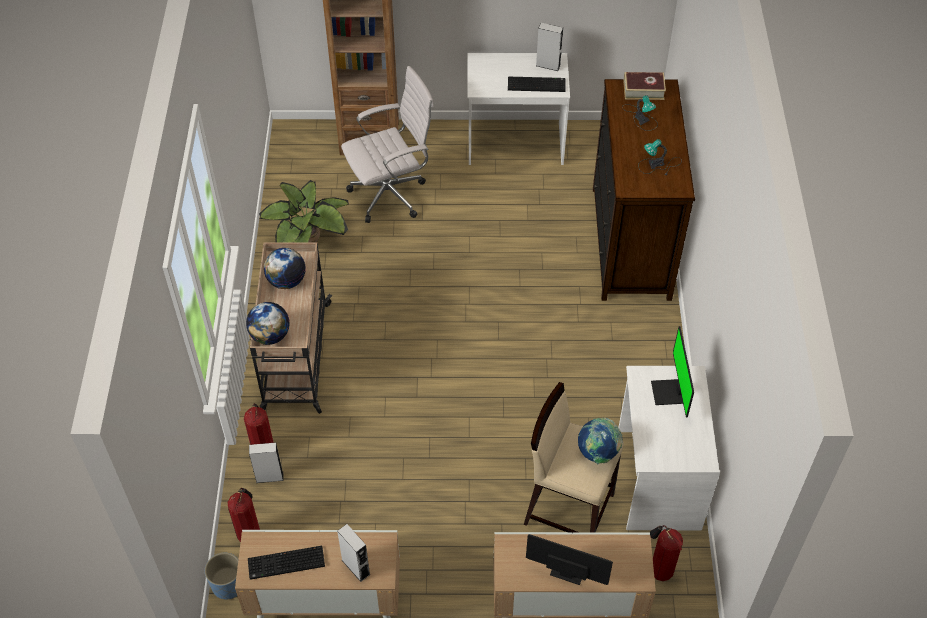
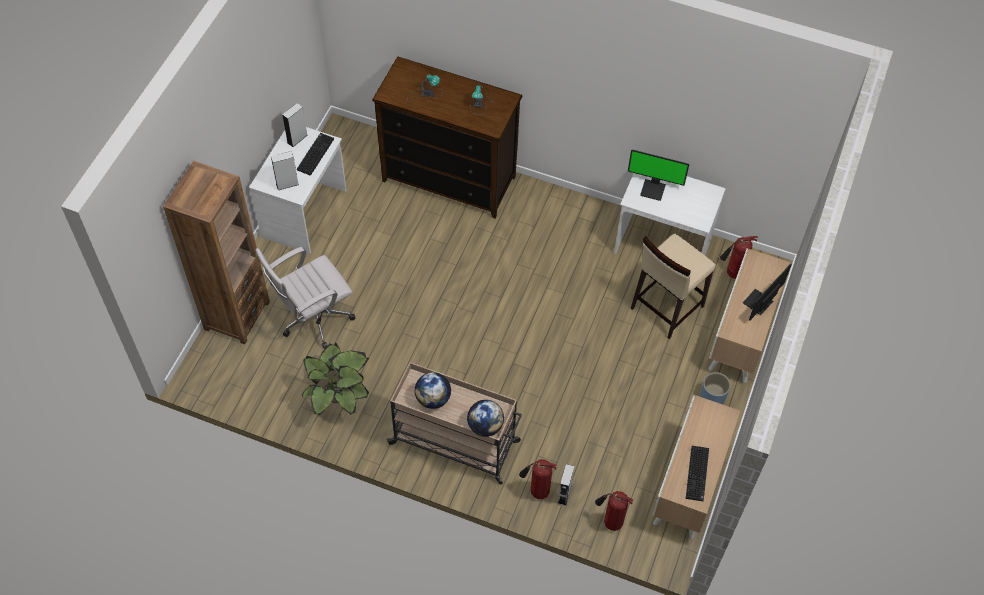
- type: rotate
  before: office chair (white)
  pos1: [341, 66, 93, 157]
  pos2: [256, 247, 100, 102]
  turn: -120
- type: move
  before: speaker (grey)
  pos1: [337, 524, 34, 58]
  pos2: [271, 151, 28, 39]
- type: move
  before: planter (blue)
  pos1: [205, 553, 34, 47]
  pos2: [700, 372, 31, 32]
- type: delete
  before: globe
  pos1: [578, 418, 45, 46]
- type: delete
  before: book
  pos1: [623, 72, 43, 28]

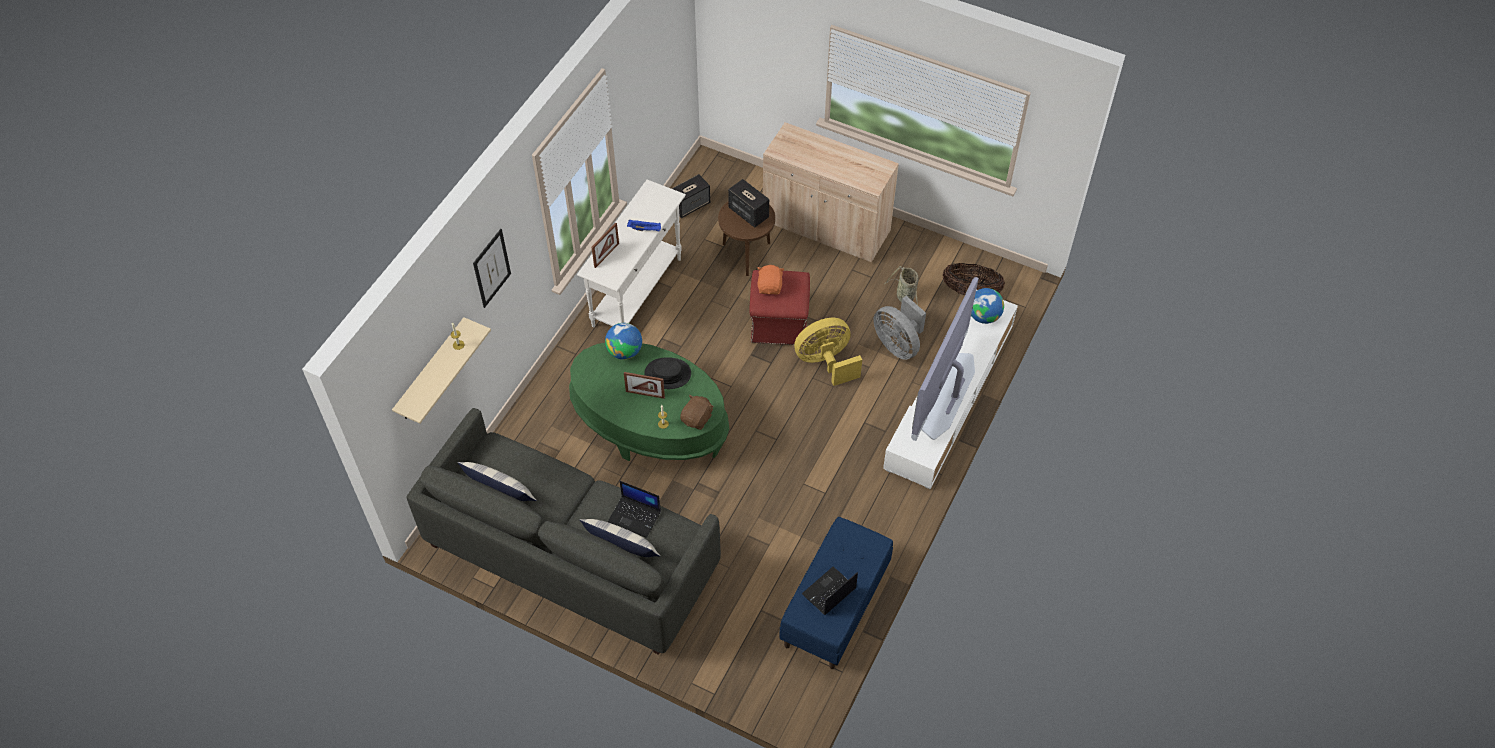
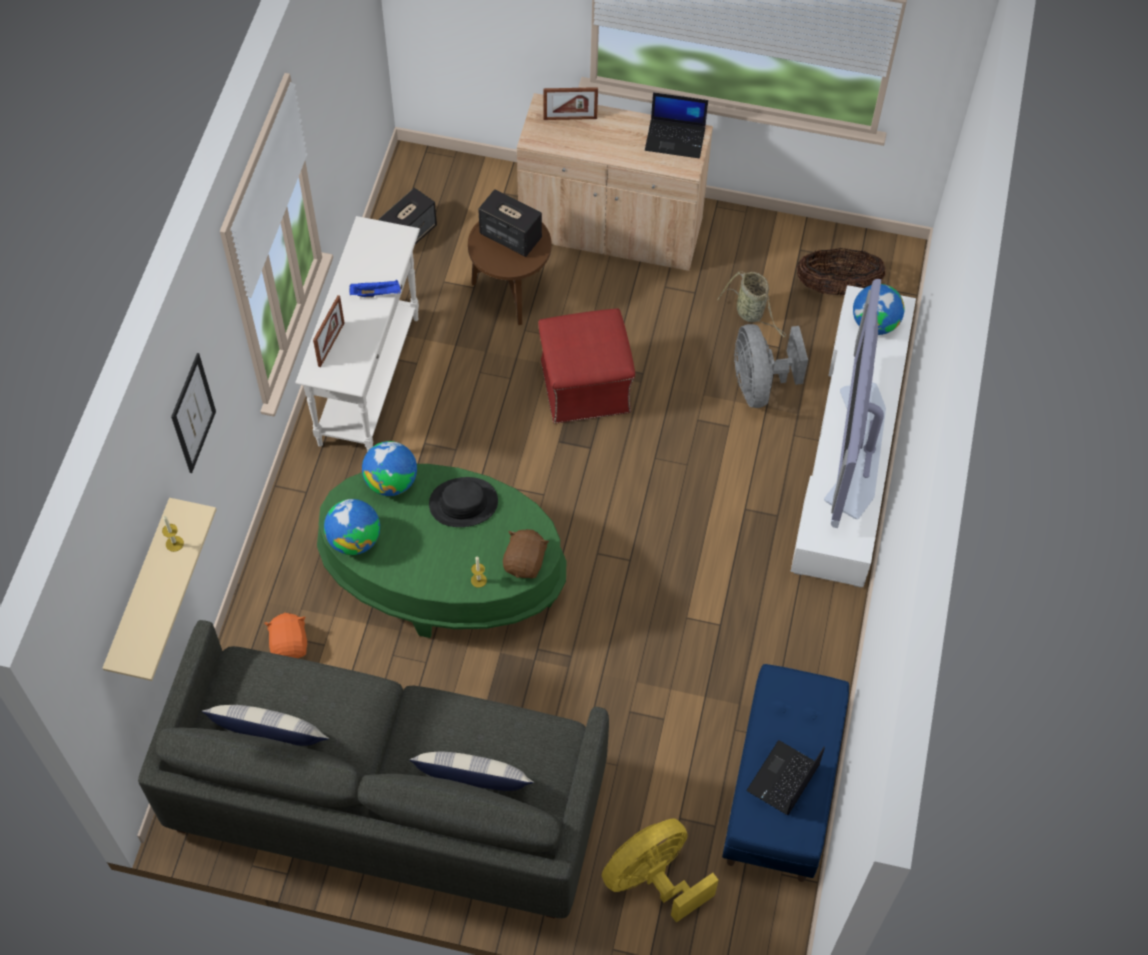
- type: move
  before: plush toy (orange)
  pos1: [757, 265, 27, 30]
  pos2: [264, 613, 43, 45]
- type: insert
  after: globe
  pos2: [324, 499, 56, 56]
- type: move
  before: picture frame
  pos1: [624, 372, 41, 27]
  pos2: [543, 87, 55, 33]
- type: move
  before: fan (yellow)
  pos1: [794, 318, 68, 68]
  pos2: [602, 818, 117, 105]
- type: move
  before: laptop
  pos1: [608, 481, 53, 57]
  pos2: [645, 92, 63, 67]
- type: rotate
  before: fan (grey)
  pos1: [873, 296, 53, 64]
  pos2: [734, 324, 74, 84]
  turn: 45

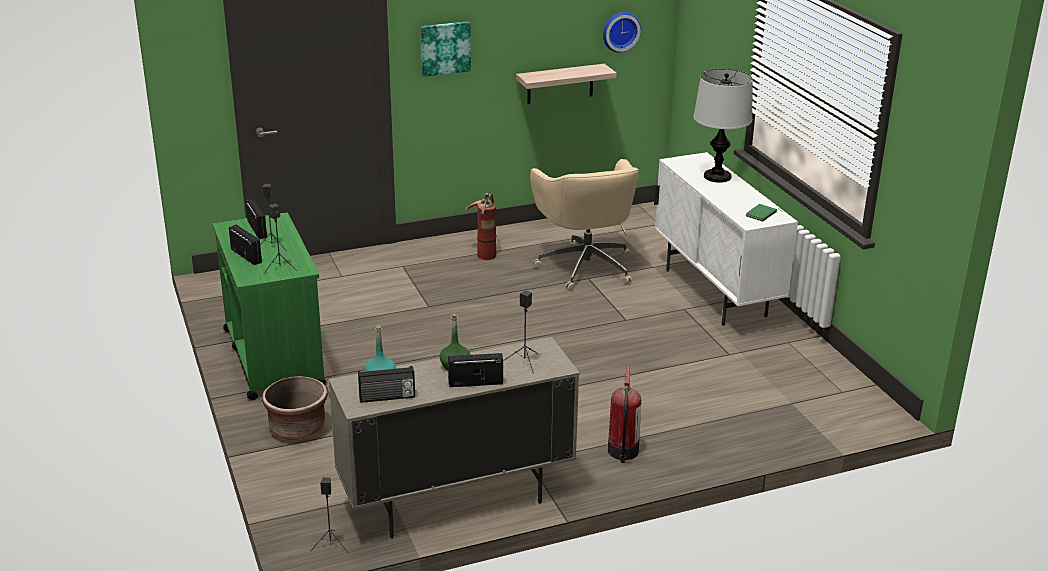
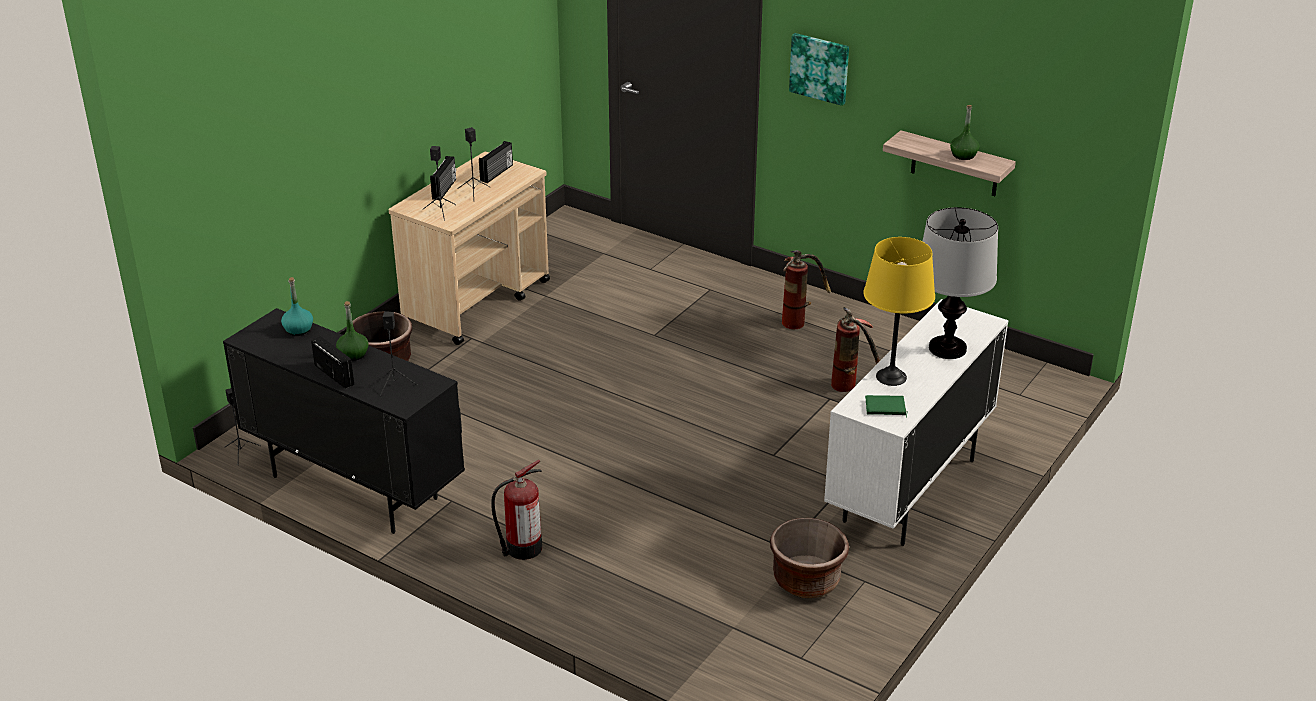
- type: recolor
  before: cabinet (beige)
  after: cabinet (black)
  pos1: [329, 337, 251, 201]
  pos2: [223, 308, 242, 226]
- type: recolor
  before: cart (green)
  after: cart (beige)
  pos1: [213, 212, 113, 188]
  pos2: [389, 152, 161, 193]
- type: insert
  after: planter (brown)
  pos2: [770, 518, 79, 80]
- type: replace
  before: office chair (beige)
  after: fire extinguisher
  pos1: [530, 159, 109, 132]
  pos2: [831, 307, 49, 85]
- type: insert
  after: table lamp (yellow)
  pos2: [863, 237, 72, 149]
- type: insert
  after: bottle (green)
  pos2: [950, 105, 29, 55]
- type: delete
  before: radio
  pos1: [358, 366, 57, 37]
- type: delete
  before: wall clock
  pos1: [603, 12, 38, 40]

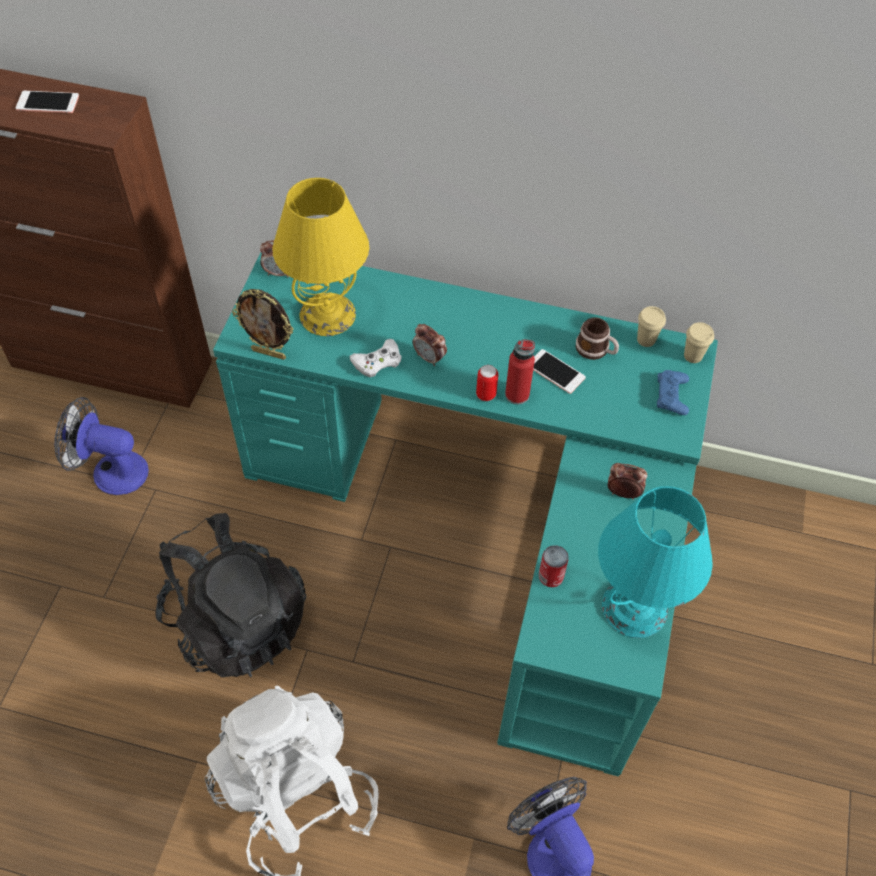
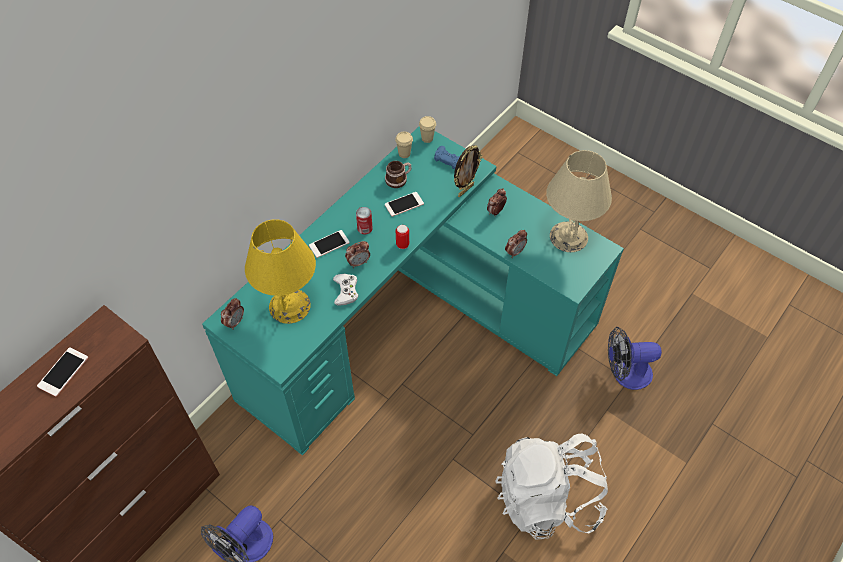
- type: insert
  after: phone
  pos2: [309, 230, 41, 28]
- type: move
  before: can
  pos1: [539, 545, 30, 42]
  pos2: [356, 207, 17, 28]
- type: move
  before: picture frame
  pos1: [232, 289, 61, 71]
  pos2: [454, 145, 28, 52]
- type: insert
  after: alarm clock
  pos2: [505, 230, 22, 28]
- type: recolor
  before: table lamp (turquoise)
  after: table lamp (beige)
  pos1: [598, 486, 115, 152]
  pos2: [546, 150, 66, 102]
- type: delete
  before: backpack (black)
  pos1: [155, 513, 151, 165]
- type: delete
  before: bottle (red)
  pos1: [505, 339, 30, 66]

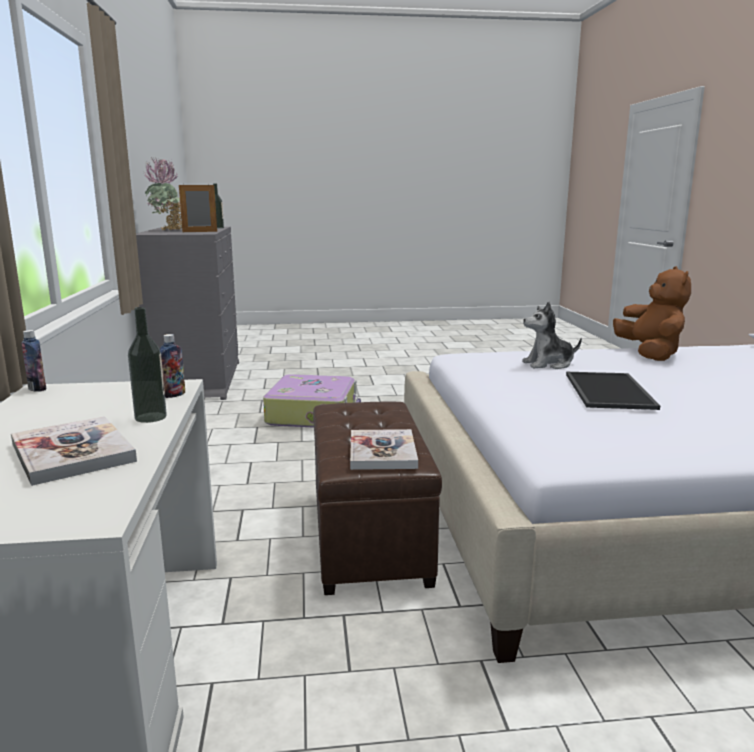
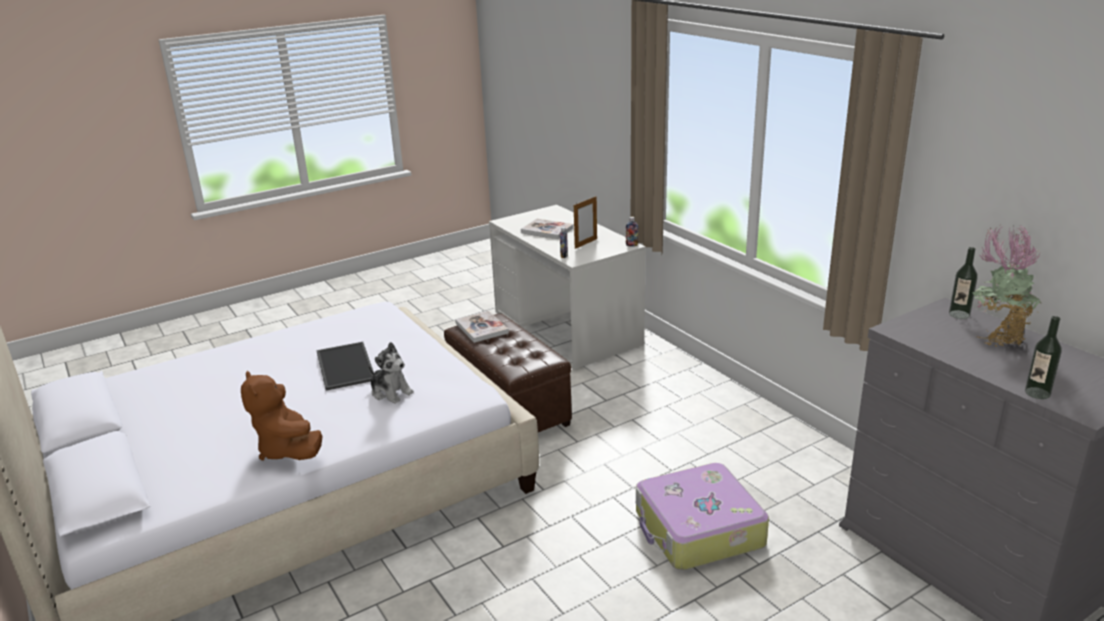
- type: rotate
  before: plush toy
  pos1: [522, 302, 60, 67]
  pos2: [368, 342, 46, 62]
  turn: 75
- type: move
  before: picture frame
  pos1: [179, 183, 38, 49]
  pos2: [574, 196, 23, 53]
- type: move
  before: bottle
  pos1: [128, 307, 39, 116]
  pos2: [949, 247, 29, 72]

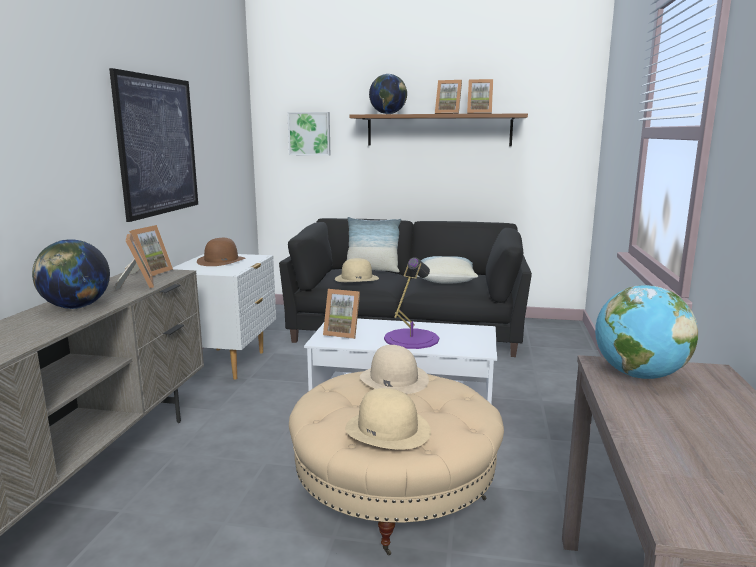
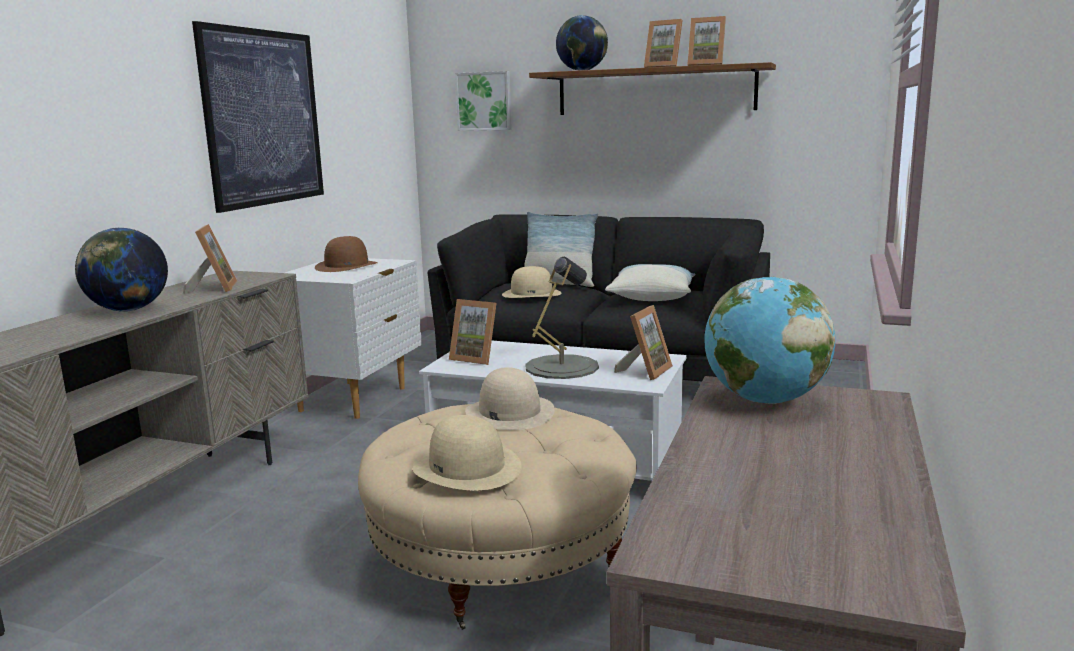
- type: recolor
  before: table lamp (purple)
  after: table lamp (grey)
  pos1: [384, 257, 55, 92]
  pos2: [525, 257, 74, 122]
- type: move
  before: picture frame
  pos1: [125, 225, 48, 51]
  pos2: [614, 305, 59, 75]

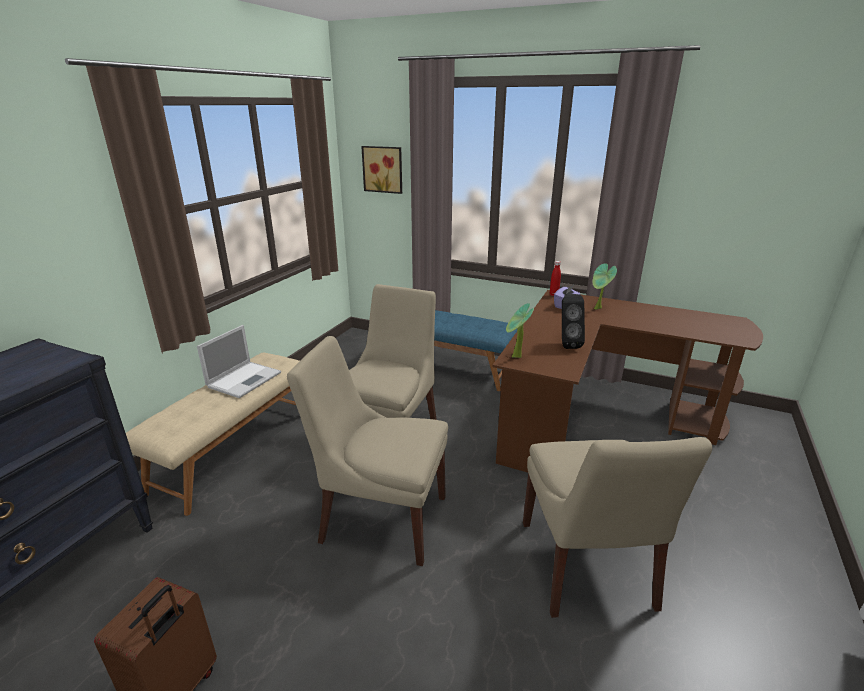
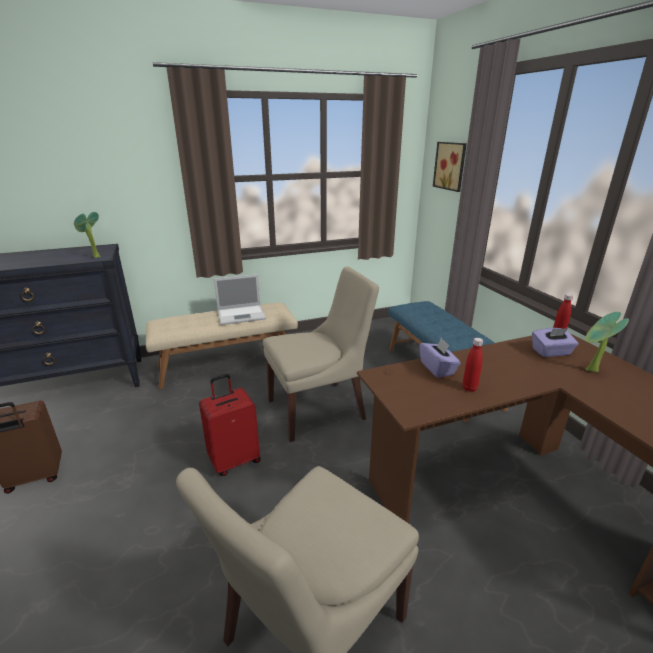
- type: move
  before: potted plant
  pos1: [506, 303, 28, 55]
  pos2: [74, 212, 27, 46]
- type: replace
  before: chair (beige)
  after: suitcase (red)
  pos1: [287, 336, 161, 230]
  pos2: [199, 374, 62, 102]
- type: insert
  after: tissue box (purple)
  pos2: [419, 338, 42, 40]
- type: replace
  before: speaker (black)
  after: bottle (red)
  pos1: [562, 294, 23, 55]
  pos2: [462, 338, 21, 54]

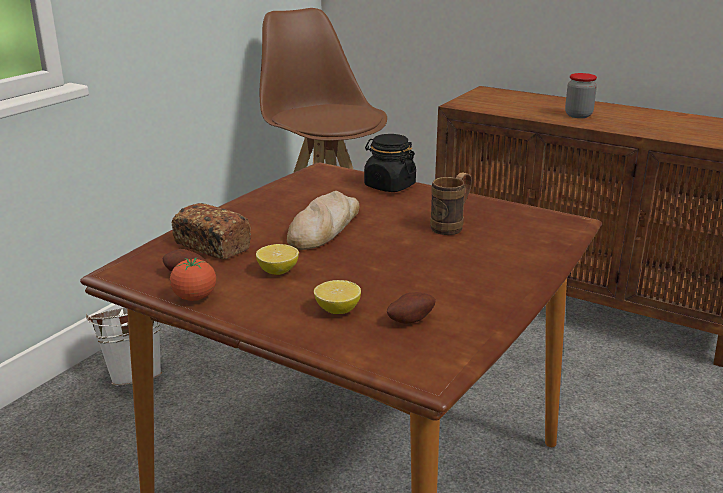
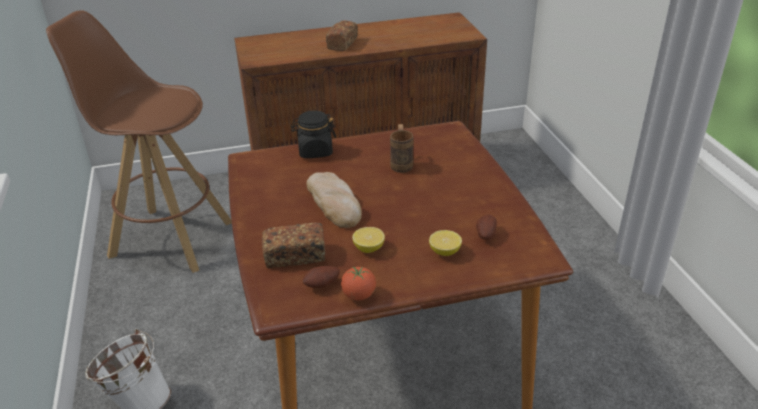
- type: replace
  before: jar
  after: bread
  pos1: [565, 73, 32, 45]
  pos2: [326, 20, 32, 31]

